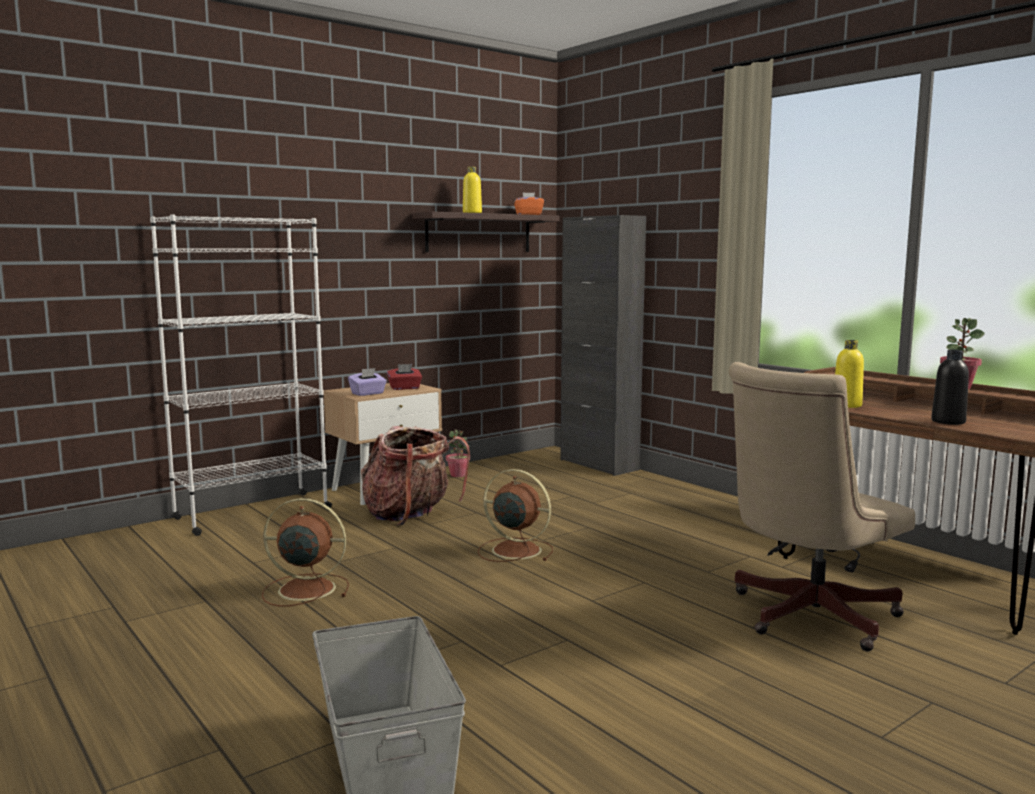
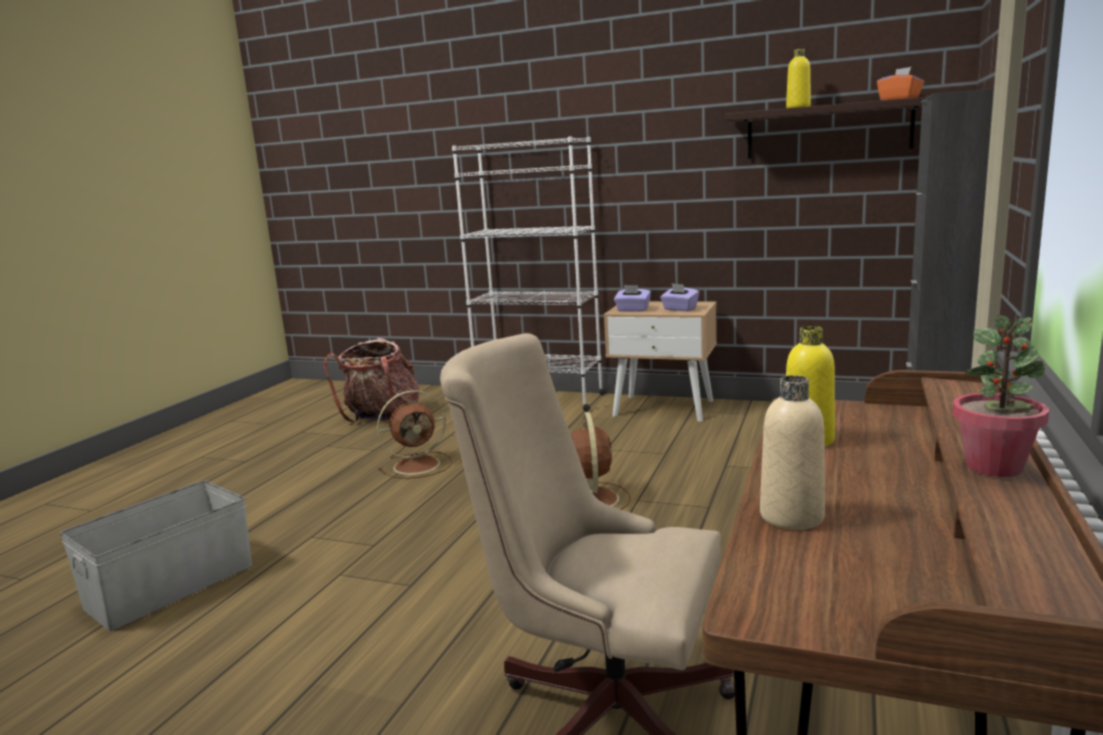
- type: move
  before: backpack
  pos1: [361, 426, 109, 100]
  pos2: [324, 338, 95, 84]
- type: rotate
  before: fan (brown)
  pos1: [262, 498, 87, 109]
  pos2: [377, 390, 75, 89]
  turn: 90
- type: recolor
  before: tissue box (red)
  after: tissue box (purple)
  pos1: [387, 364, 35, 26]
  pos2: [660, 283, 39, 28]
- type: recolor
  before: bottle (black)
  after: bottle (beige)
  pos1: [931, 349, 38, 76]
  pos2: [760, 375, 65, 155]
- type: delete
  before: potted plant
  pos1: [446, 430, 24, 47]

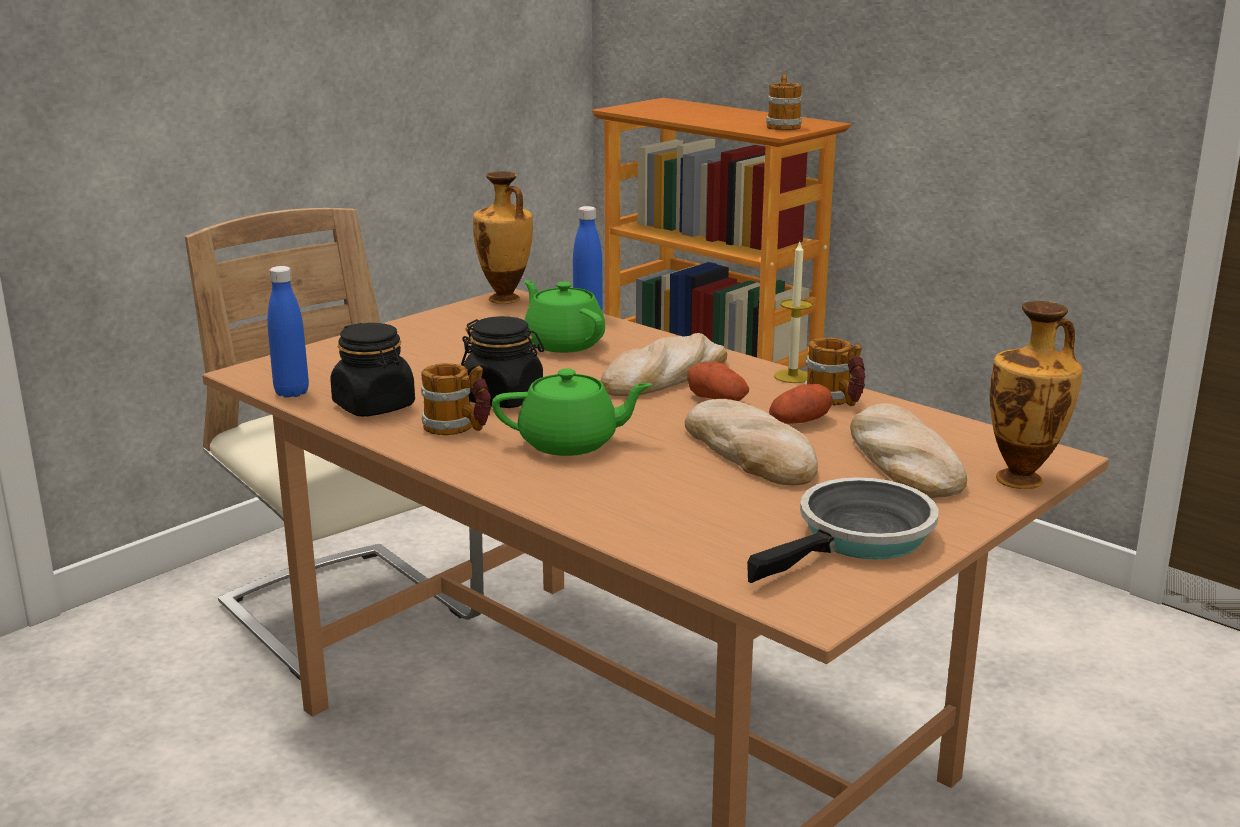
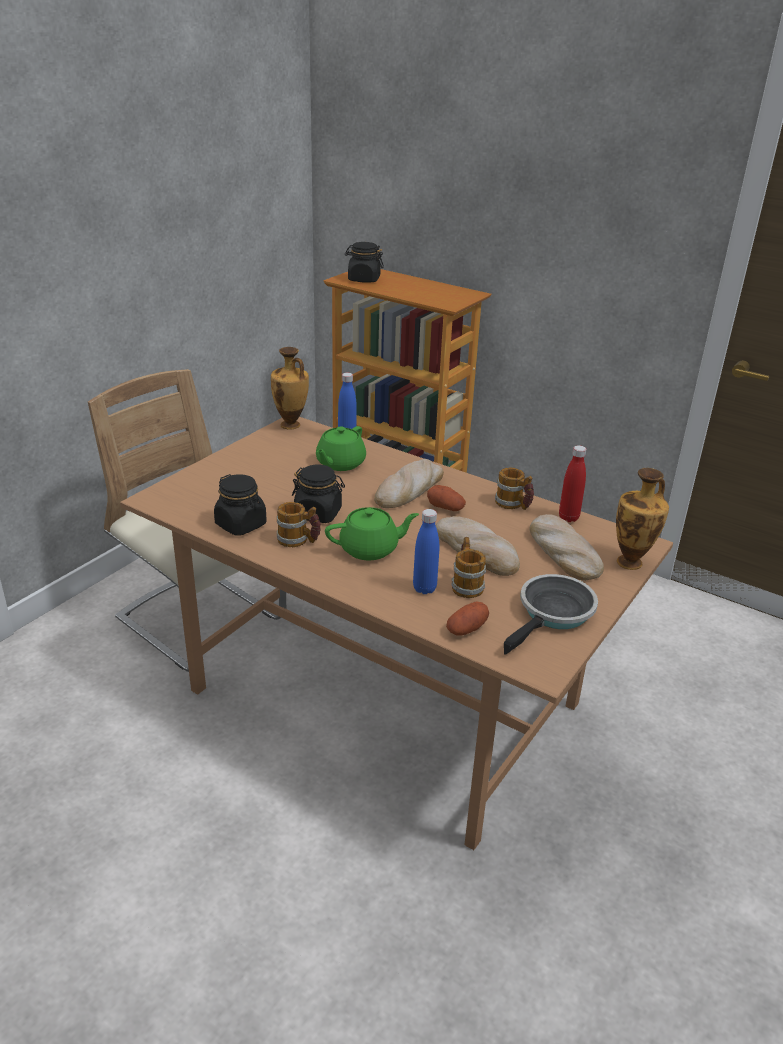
- type: rotate
  before: teapot (green)
  pos1: [524, 280, 81, 73]
  pos2: [316, 426, 50, 45]
  turn: -105
- type: insert
  after: jar (black)
  pos2: [345, 242, 39, 41]
- type: move
  before: bottle (blue)
  pos1: [267, 266, 42, 132]
  pos2: [413, 509, 26, 85]
- type: move
  before: potato
  pos1: [769, 384, 64, 40]
  pos2: [446, 601, 43, 34]
- type: move
  before: mug
  pos1: [766, 74, 36, 56]
  pos2: [451, 537, 35, 61]
- type: insert
  after: bottle (red)
  pos2: [559, 445, 27, 77]
- type: delete
  before: candle
  pos1: [774, 242, 39, 141]

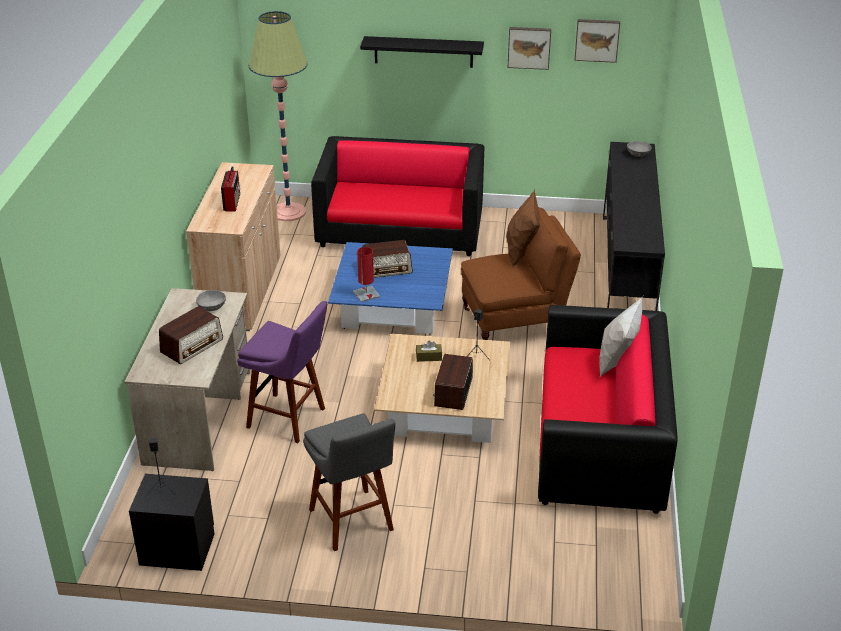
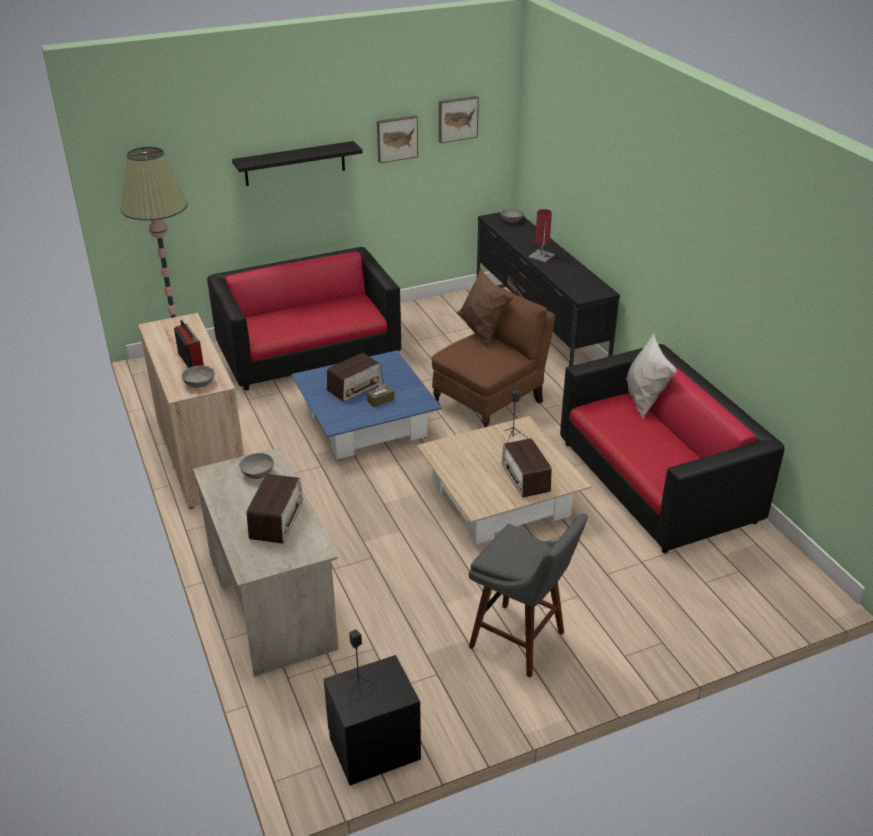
- type: insert
  after: bowl (grey)
  pos2: [182, 366, 33, 22]
- type: move
  before: tissue box (brown)
  pos1: [416, 340, 26, 22]
  pos2: [367, 383, 28, 24]
- type: move
  before: table lamp (red)
  pos1: [353, 247, 27, 55]
  pos2: [529, 209, 26, 53]
- type: delete
  before: stool (purple)
  pos1: [237, 301, 90, 142]

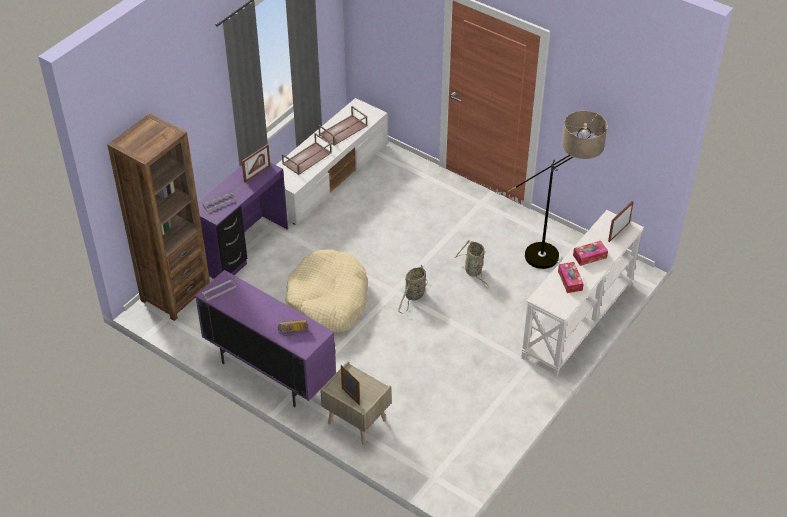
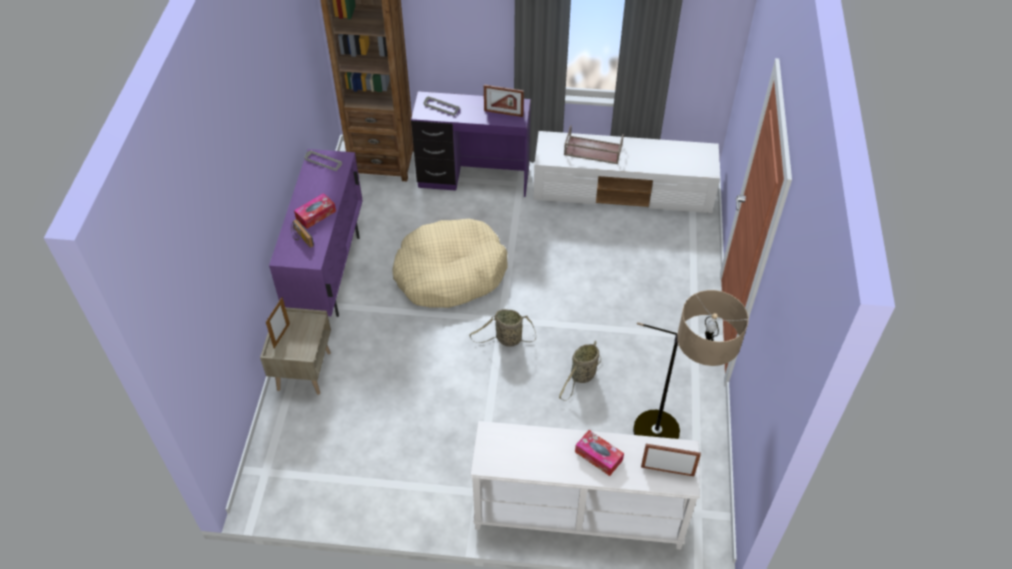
- type: move
  before: tissue box
  pos1: [558, 262, 26, 31]
  pos2: [294, 193, 42, 36]
- type: delete
  before: tray (brown)
  pos1: [318, 106, 50, 40]

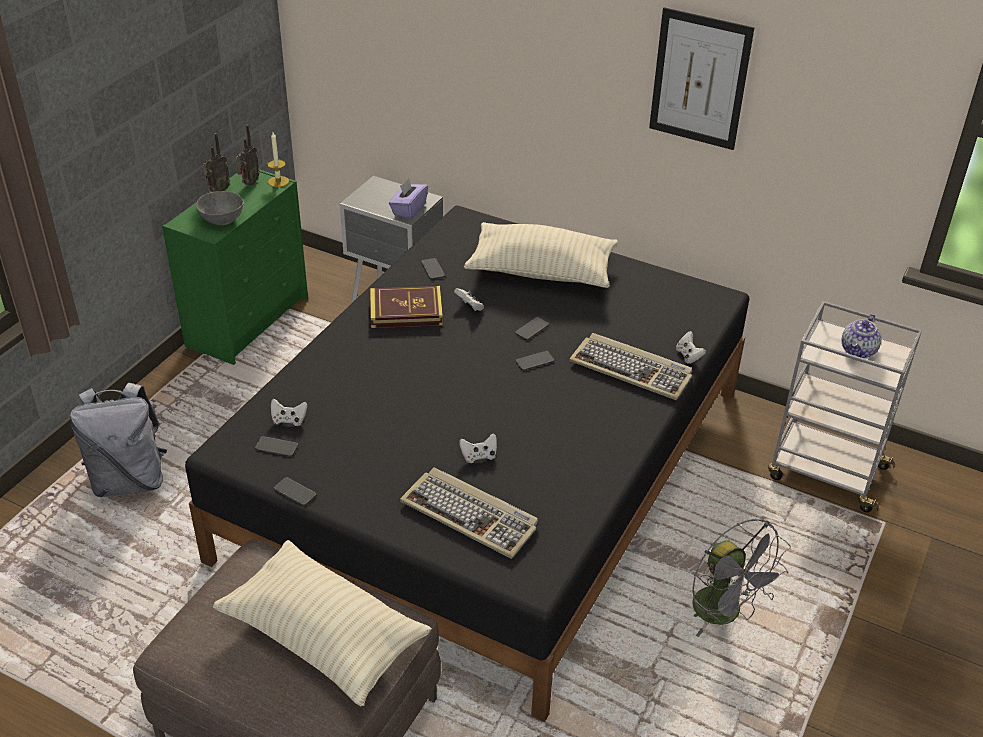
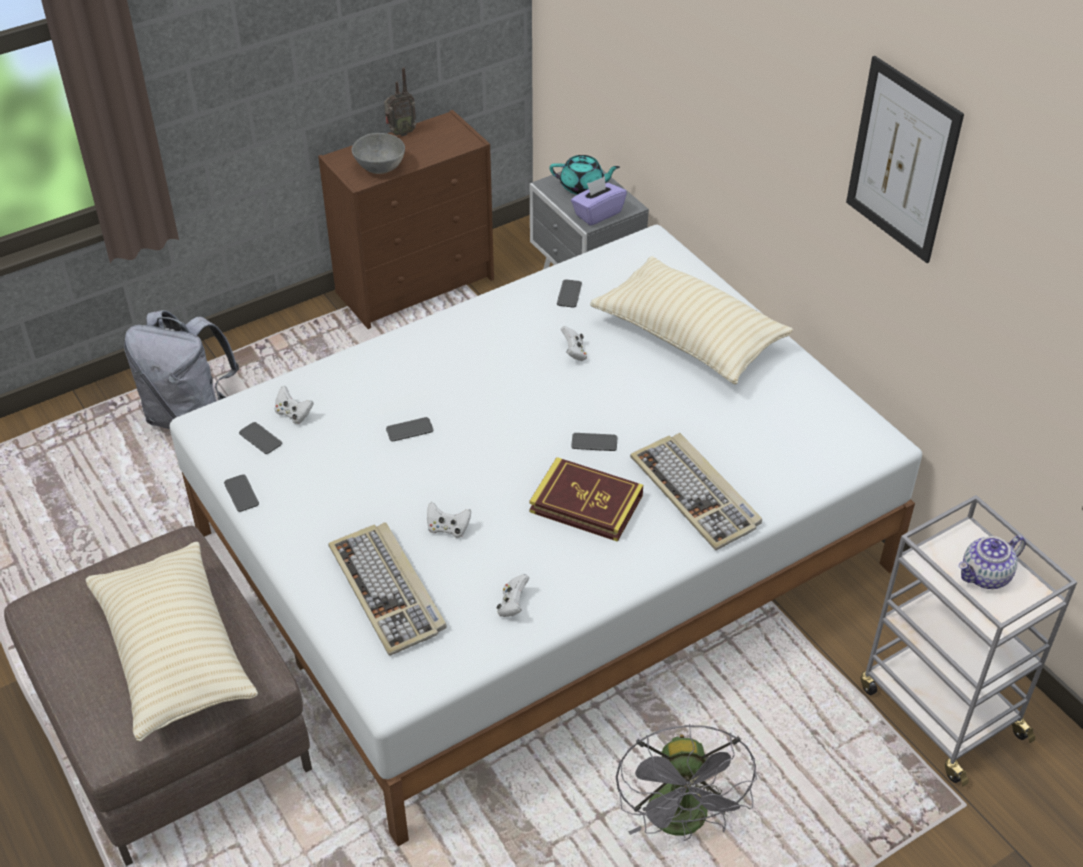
- type: recolor
  before: bed (black)
  after: bed (white)
  pos1: [185, 206, 564, 516]
  pos2: [170, 225, 752, 621]
- type: recolor
  before: dresser (green)
  after: dresser (brown)
  pos1: [162, 169, 146, 196]
  pos2: [318, 110, 176, 219]
- type: move
  before: phone
  pos1: [515, 317, 34, 23]
  pos2: [386, 417, 47, 24]
- type: move
  before: game controller (white)
  pos1: [676, 331, 30, 33]
  pos2: [497, 574, 33, 43]
- type: move
  before: book
  pos1: [370, 286, 73, 42]
  pos2: [529, 457, 114, 85]
- type: insert
  after: teapot (turquoise)
  pos2: [550, 155, 70, 40]
- type: delete
  before: radio
  pos1: [235, 125, 24, 61]
- type: delete
  before: candle
  pos1: [267, 132, 22, 55]

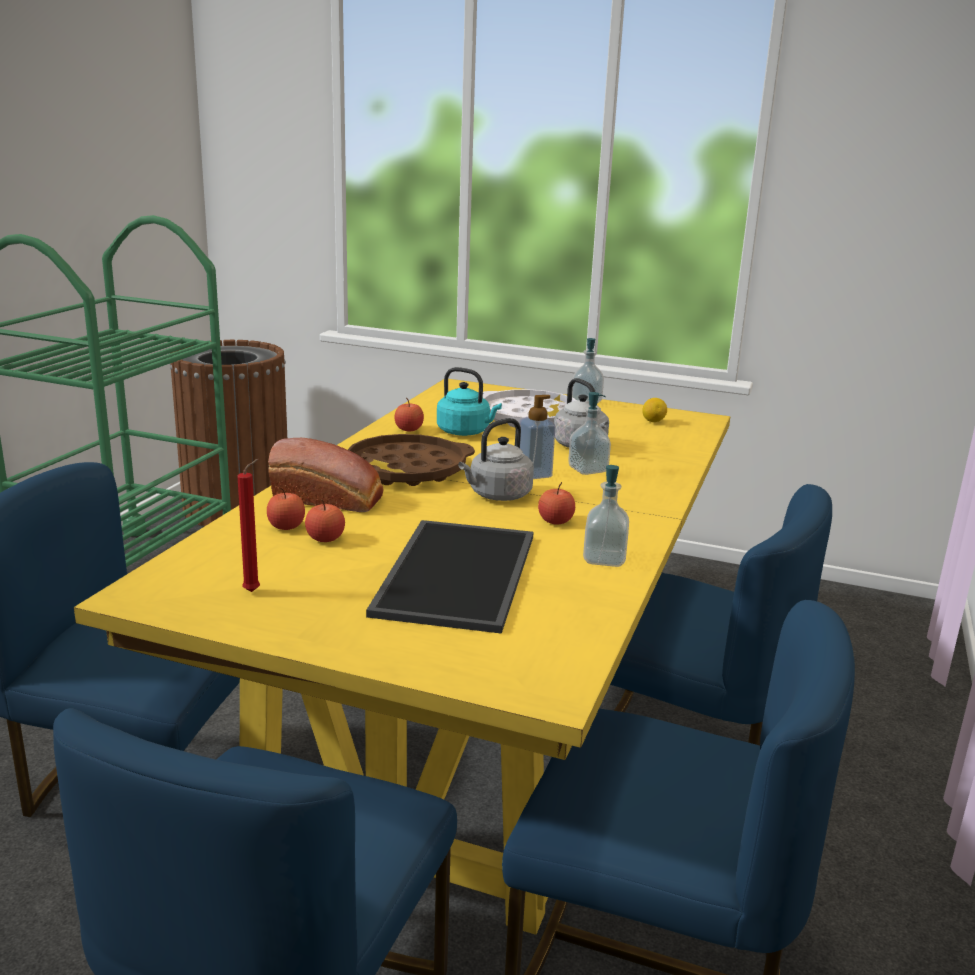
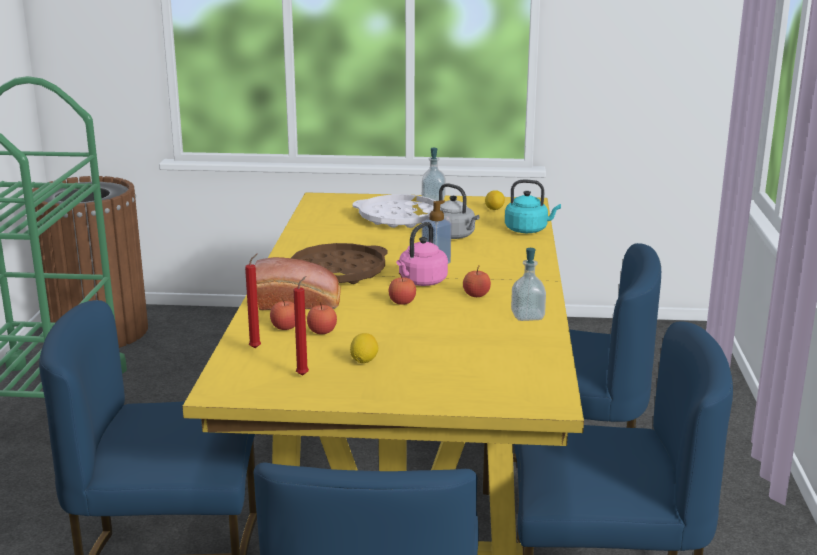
- type: insert
  after: candle (red)
  pos2: [245, 254, 16, 94]
- type: insert
  after: lemon
  pos2: [350, 333, 28, 30]
- type: move
  before: apple
  pos1: [394, 397, 30, 34]
  pos2: [389, 273, 27, 32]
- type: recolor
  before: kettle (grey)
  after: kettle (pink)
  pos1: [458, 418, 76, 83]
  pos2: [396, 222, 52, 64]
- type: move
  before: kettle (turquoise)
  pos1: [437, 367, 65, 69]
  pos2: [505, 180, 56, 53]
- type: delete
  before: tray
  pos1: [366, 520, 167, 114]
- type: delete
  before: soap dispenser
  pos1: [568, 392, 43, 83]

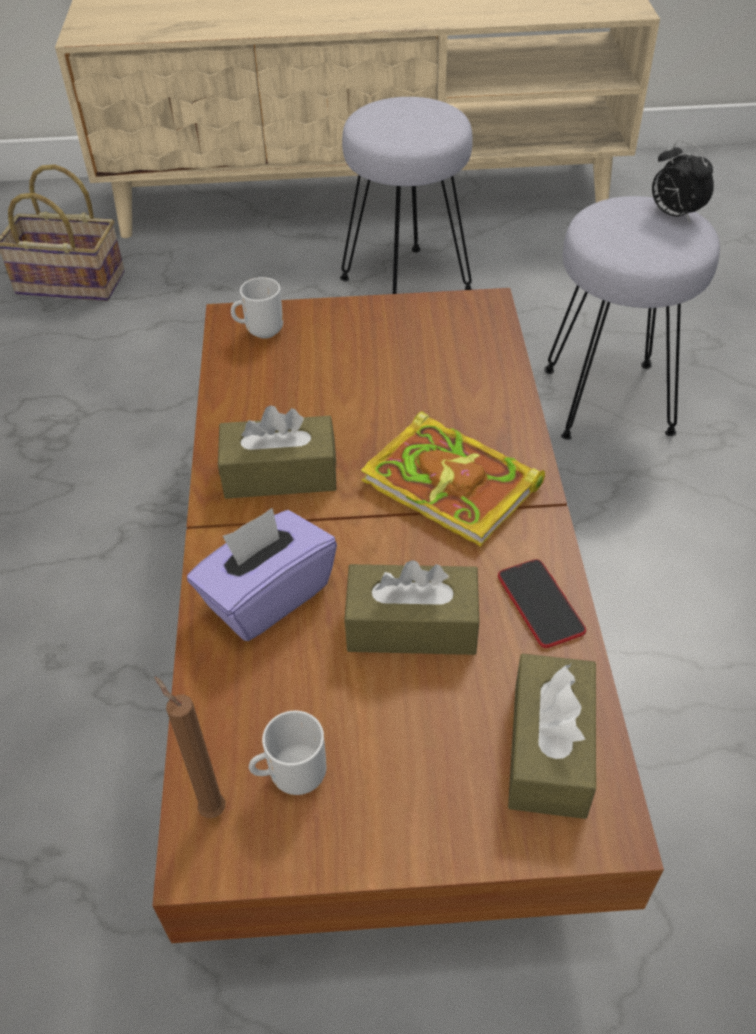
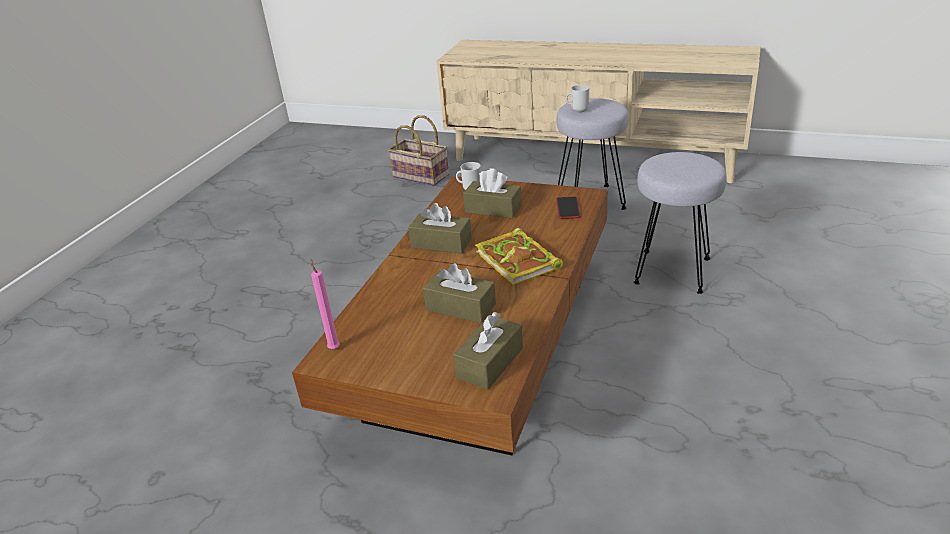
- type: recolor
  before: candle (brown)
  after: candle (pink)
  pos1: [155, 677, 71, 141]
  pos2: [310, 259, 30, 90]
- type: insert
  after: tissue box (brown)
  pos2: [463, 168, 59, 51]
- type: move
  before: phone
  pos1: [498, 559, 88, 89]
  pos2: [556, 196, 25, 23]
- type: move
  before: mug
  pos1: [249, 711, 78, 84]
  pos2: [565, 85, 24, 28]
- type: delete
  before: tissue box (purple)
  pos1: [187, 508, 150, 133]
- type: delete
  before: alarm clock
  pos1: [652, 141, 62, 82]

